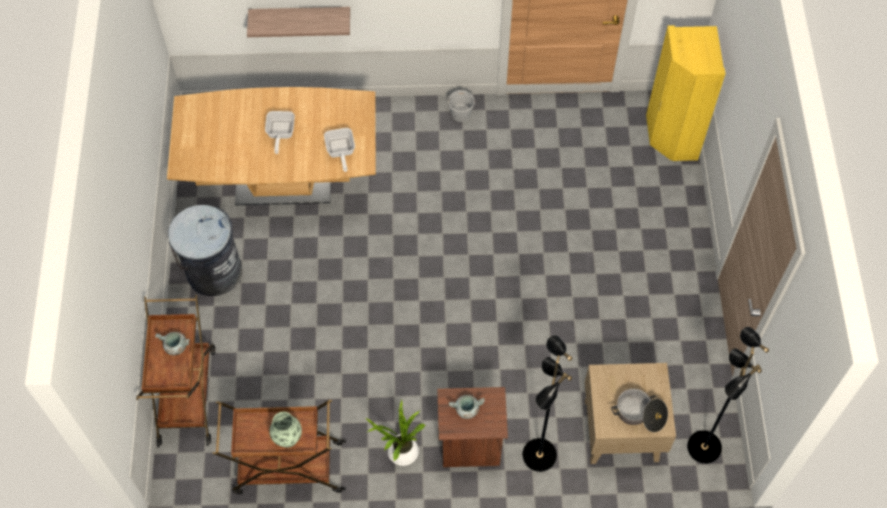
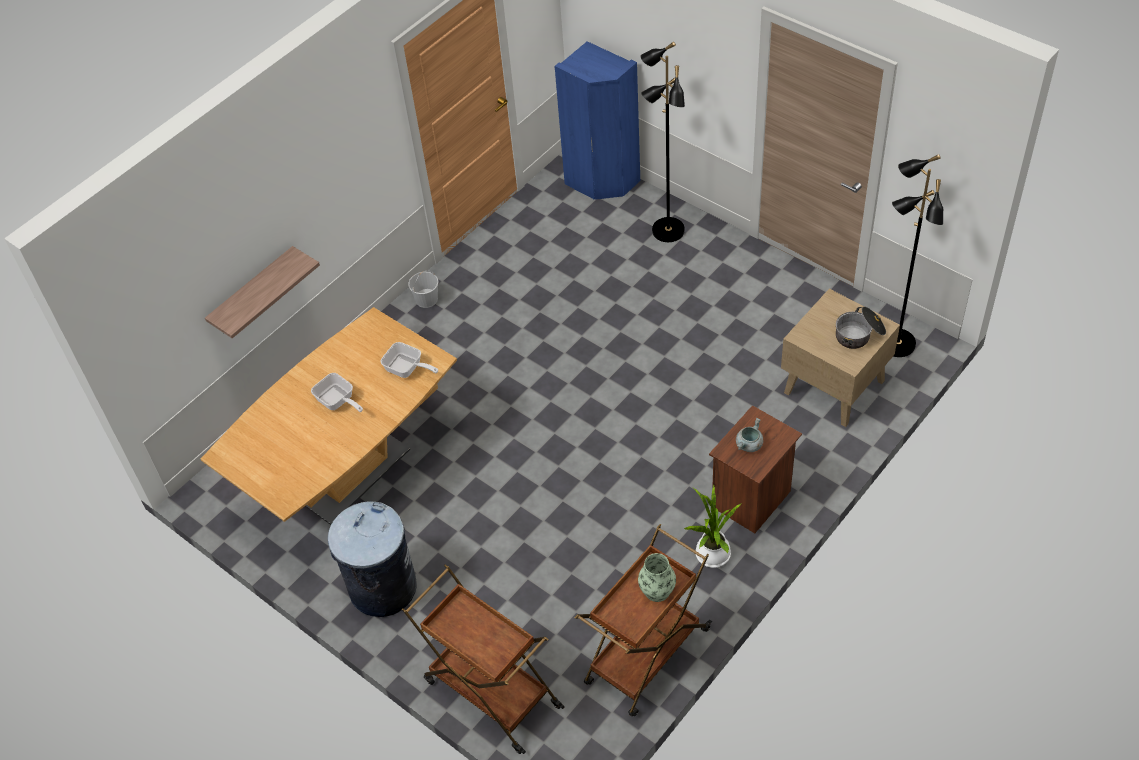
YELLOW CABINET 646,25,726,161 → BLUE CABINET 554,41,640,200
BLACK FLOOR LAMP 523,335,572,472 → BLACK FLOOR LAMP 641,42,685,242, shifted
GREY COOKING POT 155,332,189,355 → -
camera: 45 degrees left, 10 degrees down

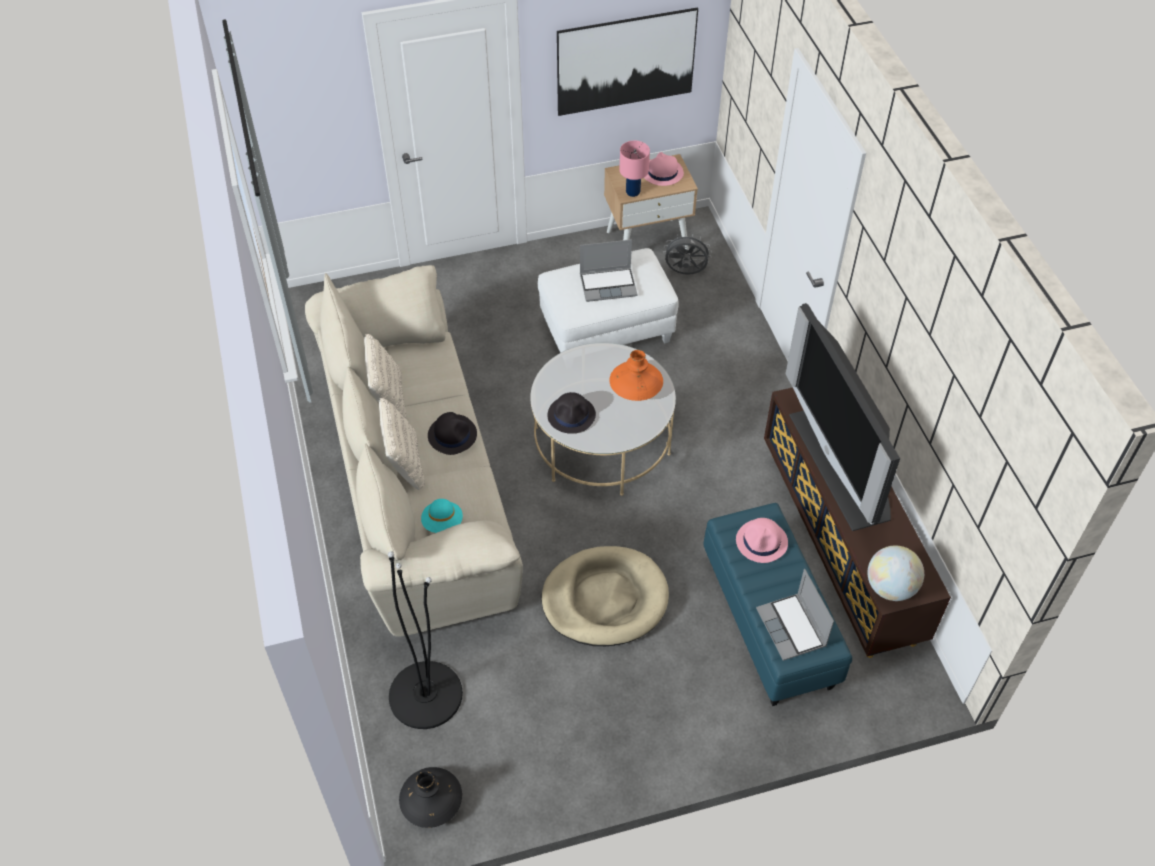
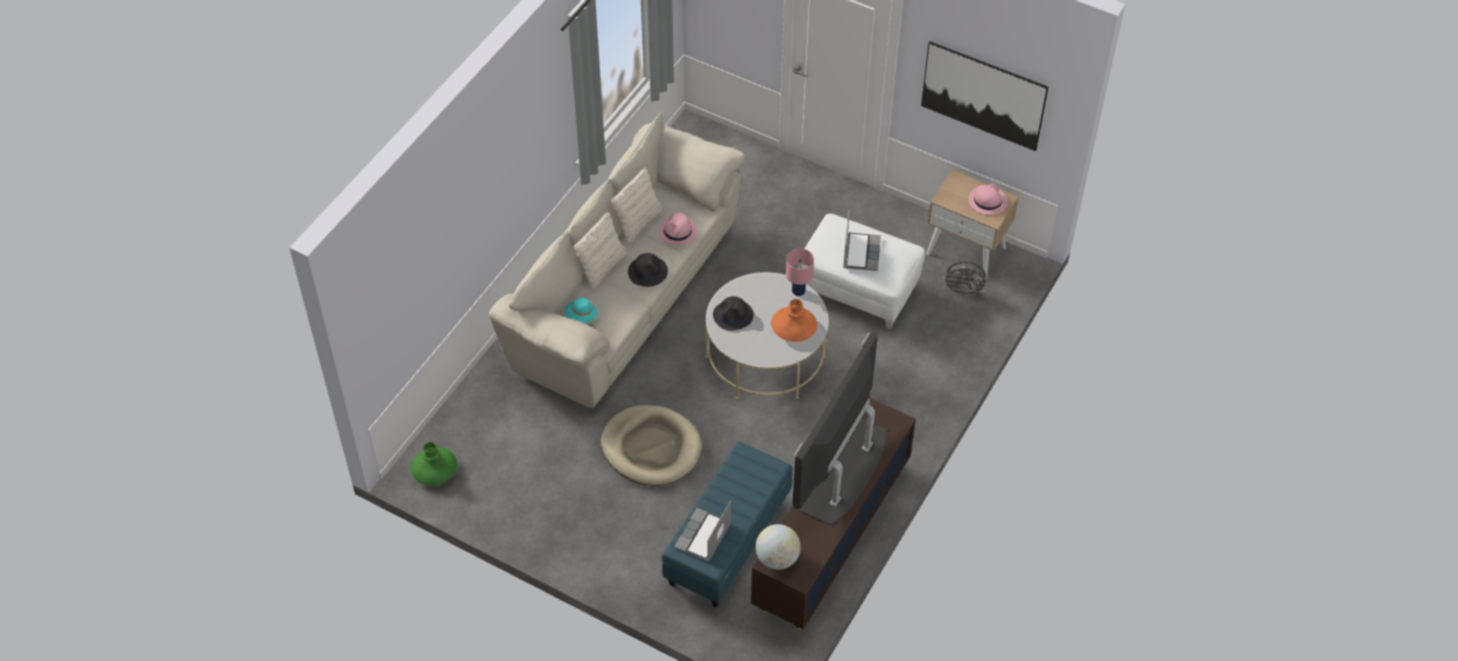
BLACK VASE 399,767,462,828 → GREEN VASE 411,442,457,485
PINK HAT 736,518,788,563 → PINK HAT 658,213,697,245, shifted
PINK TABLE LAMP 619,141,650,197 → PINK TABLE LAMP 786,248,814,296, shifted
LAPTOP 580,239,637,302 → LAPTOP 843,210,881,271, 120 degrees counterclockwise
GREY FAN 663,233,712,275 → GREY FAN 942,262,988,298, 135 degrees clockwise
BLACK FLOOR LAMP 388,551,463,729 → -
camera: 45 degrees right, 0 degrees up

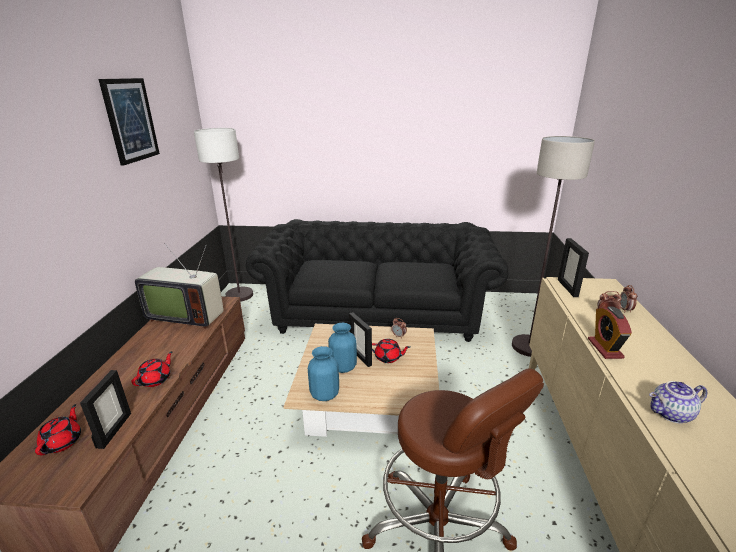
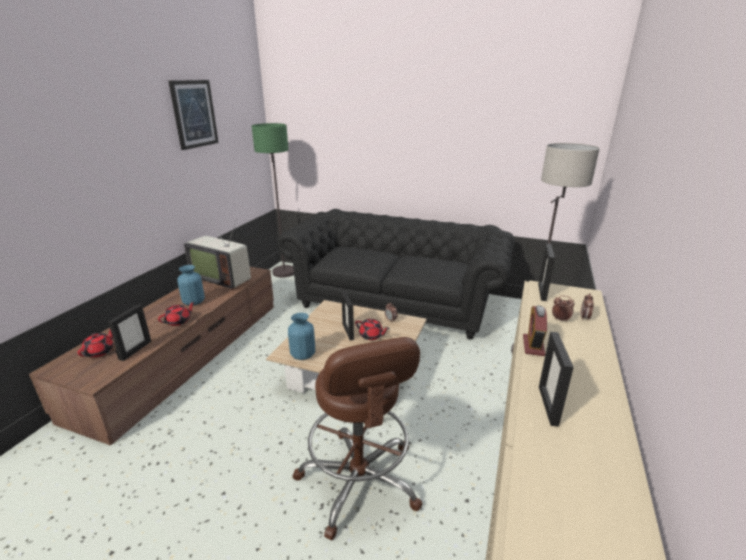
BLUE VASE 328,323,357,373 → BLUE VASE 177,265,205,306, shifted
WHITE FLOOR LAMP 194,128,253,302 → GREEN FLOOR LAMP 252,123,294,278
TEAPOT 649,381,707,423 → PICTURE FRAME 539,332,574,427
camera: 15 degrees right, 0 degrees up

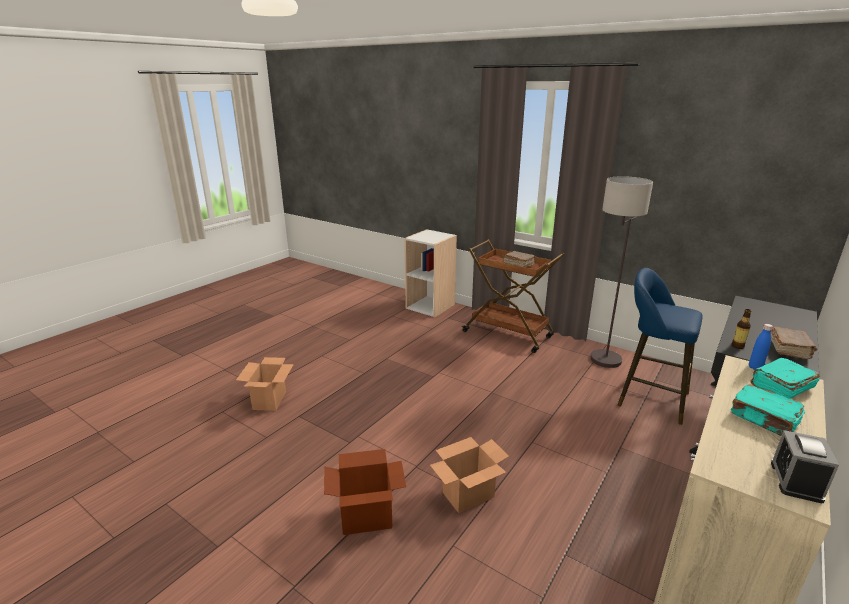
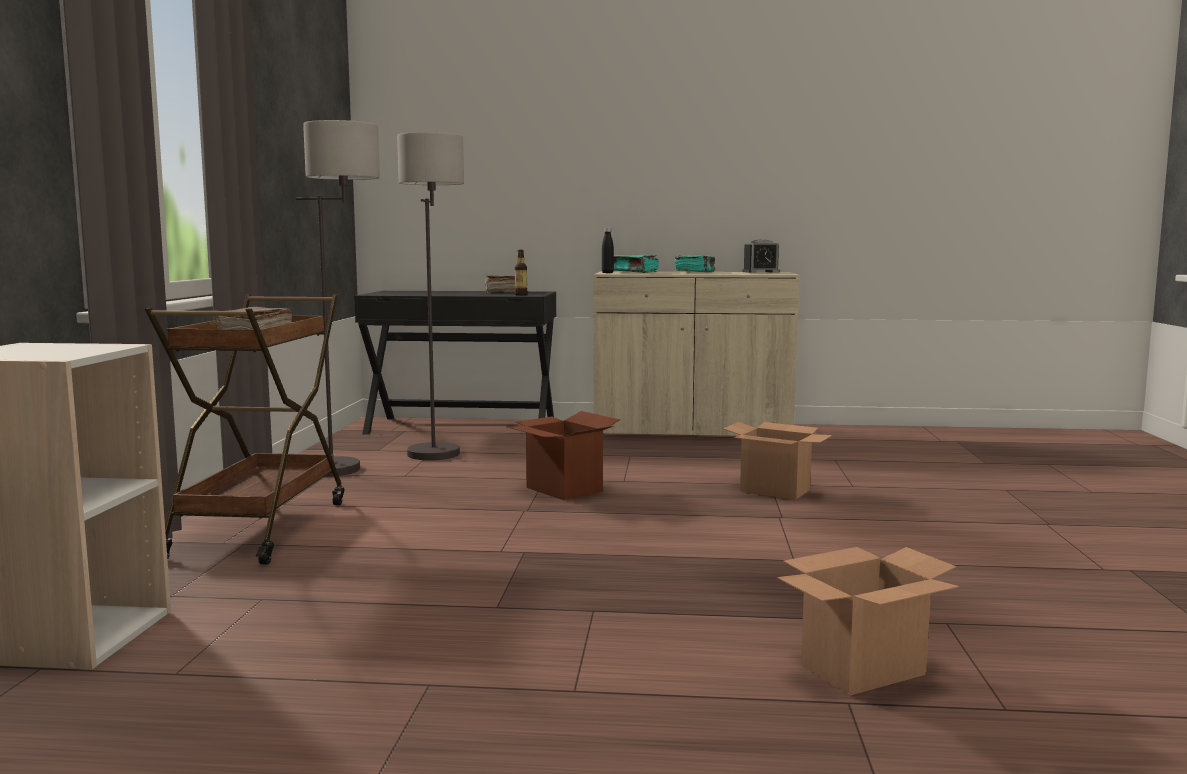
BLUE STOOL 618,268,702,425 → GREY FLOOR LAMP 397,132,464,460
CARDBOARD BOX 324,449,406,535 → CARDBOARD BOX 507,411,620,500, shifted
BLUE BOTTLE 749,324,773,370 → BLACK BOTTLE 602,227,614,273
camera: 120 degrees left, 15 degrees down

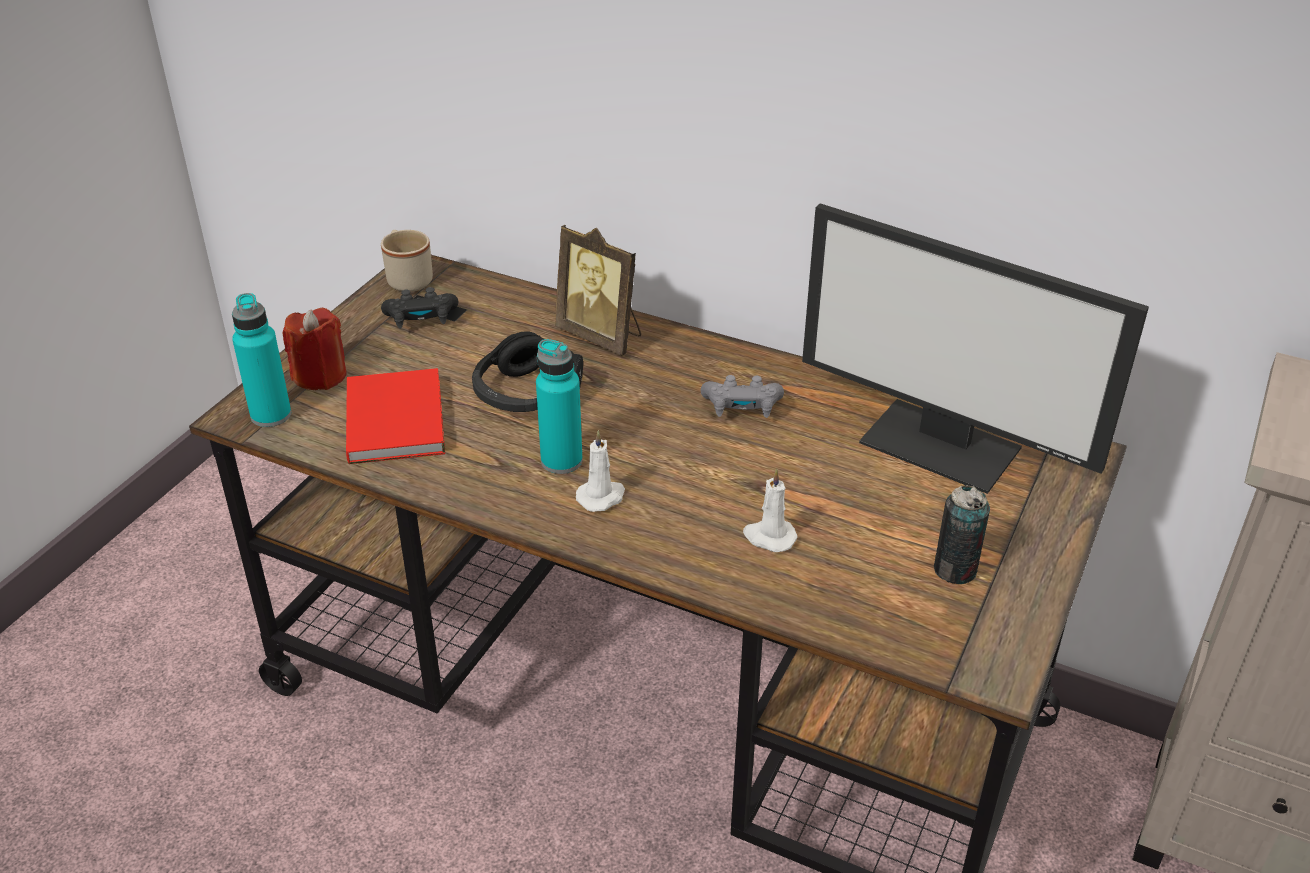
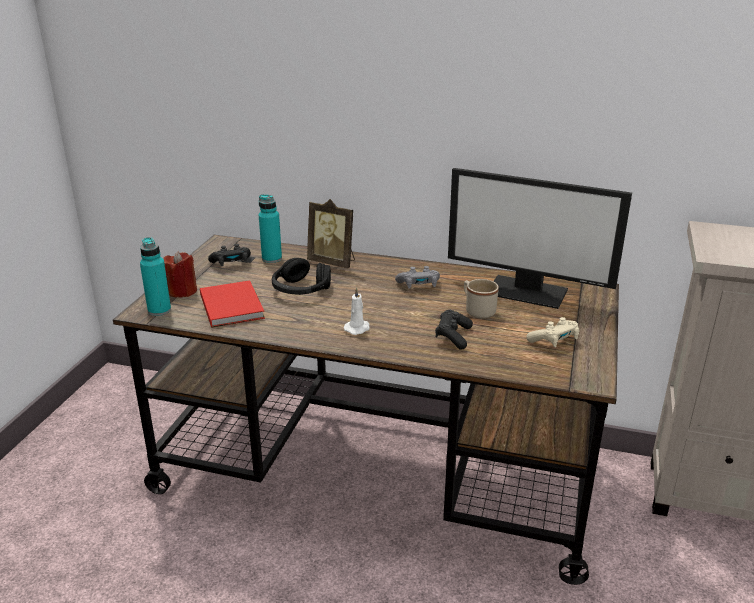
TURQUOISE BOTTLE 536,339,583,474 → TURQUOISE BOTTLE 259,194,282,263, shifted
WHITE CANDLE 743,469,798,552 → BLACK GAME CONTROLLER 435,310,473,350
BEIGE MUG 381,230,433,292 → BEIGE MUG 464,279,499,319, shifted
CAN 934,485,990,584 → BEIGE GAME CONTROLLER 526,317,580,347
camera: 10 degrees left, 10 degrees down

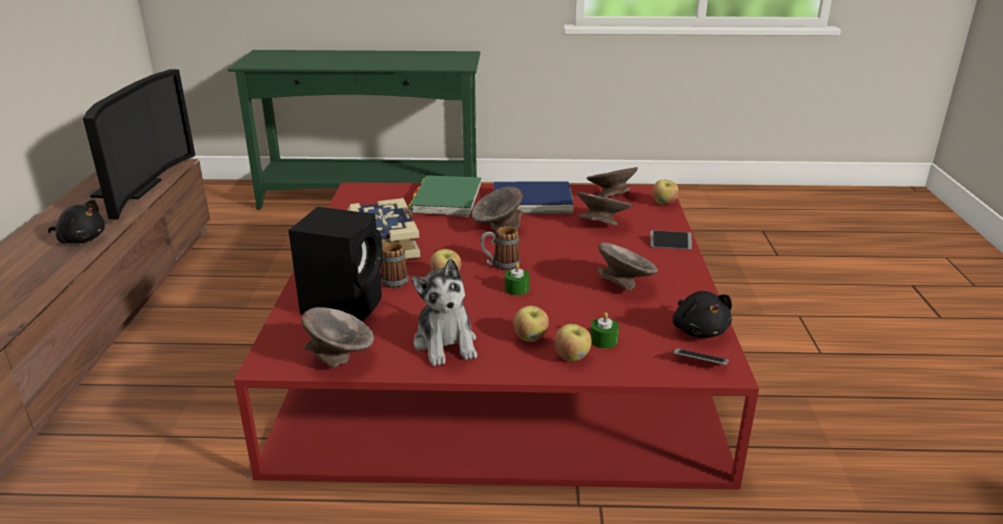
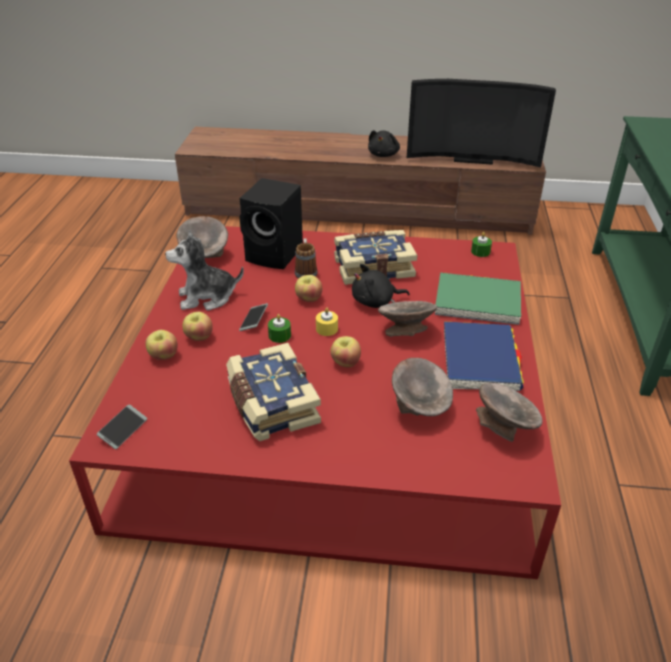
GREY BOWL 597,242,658,291 → BOOK 226,343,321,441
PHONE 650,230,692,250 → PHONE 239,303,268,331, shifted
MUG 481,226,520,270 → YELLOW CANDLE 316,307,338,336
APPLE 653,180,679,205 → APPLE 330,336,361,368, shifted
BLACK PLUSH TOY 673,291,732,338 → BLACK PLUSH TOY 352,264,409,308, shifted
GREEN CANDLE 590,312,619,348 → GREEN CANDLE 471,232,492,257, shifted
camera: 95 degrees right, 10 degrees up

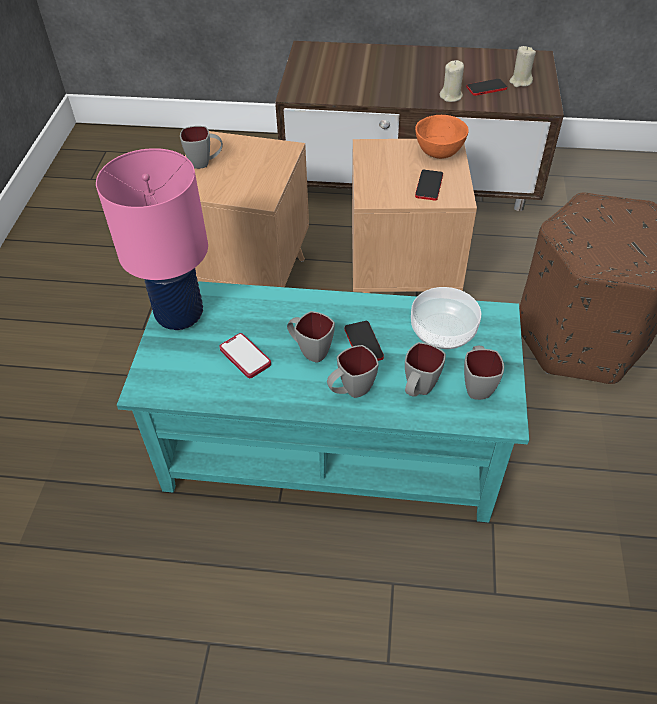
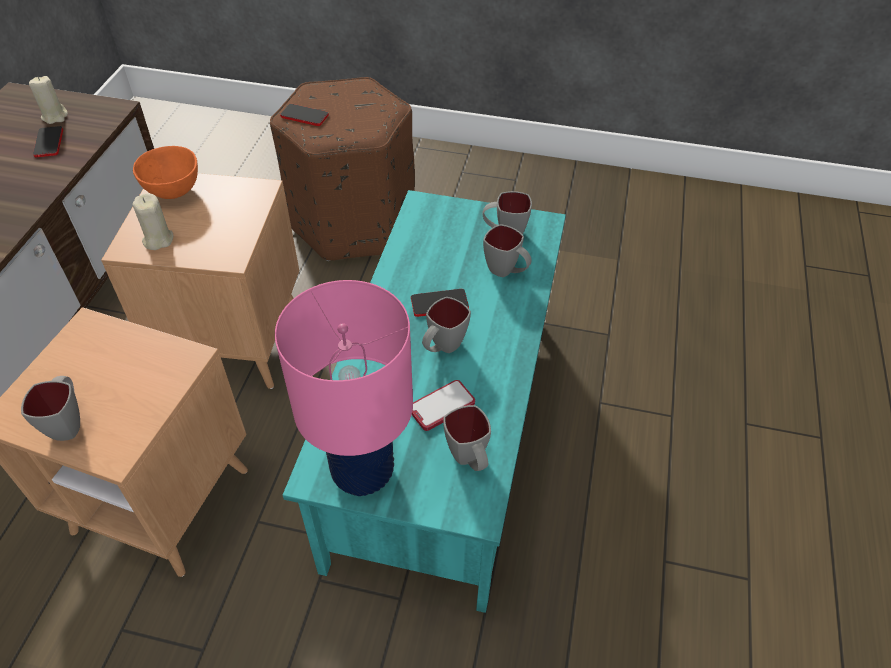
BEIGE CANDLE 440,60,464,102 → BEIGE CANDLE 133,193,174,250, shifted
PHONE 415,170,443,201 → PHONE 280,104,329,126, shifted
GREY MUG 327,345,379,398 → GREY MUG 443,405,491,471, shifted
BOWL 411,287,481,349 → -
camera: 85 degrees left, 0 degrees up

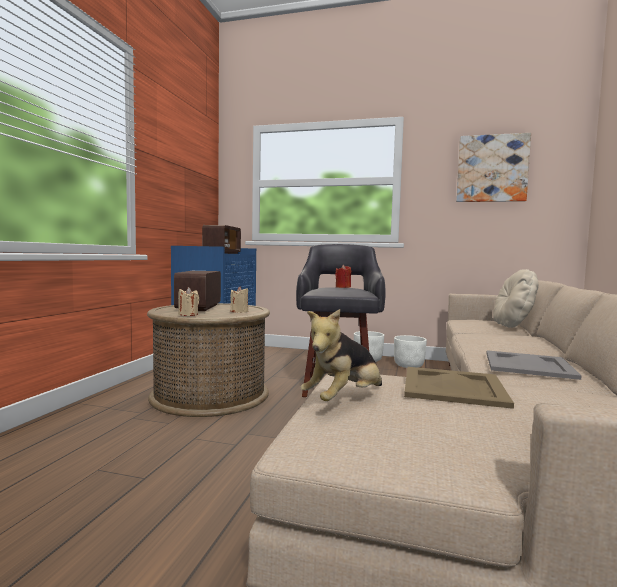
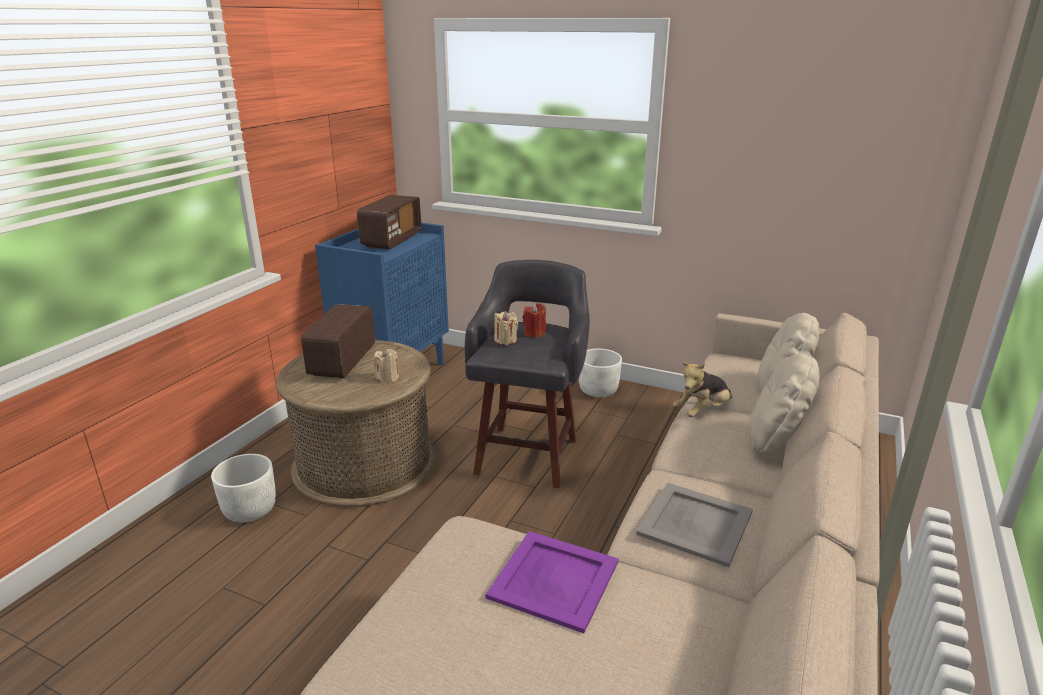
WHITE PLANTER 394,335,427,368 → WHITE PLANTER 211,454,276,522, shifted
BEIGE TRAY 404,367,514,409 → PURPLE TRAY 486,531,618,633
BEIGE CANDLE 178,287,199,316 → BEIGE CANDLE 494,311,518,345, shifted
PLUSH TOY 301,309,382,401 → PLUSH TOY 673,362,732,417, shifted
- → BEIGE PILLOW 749,354,820,453
PICTURE 456,133,531,202 → -
camera: 10 degrees right, 20 degrees up

